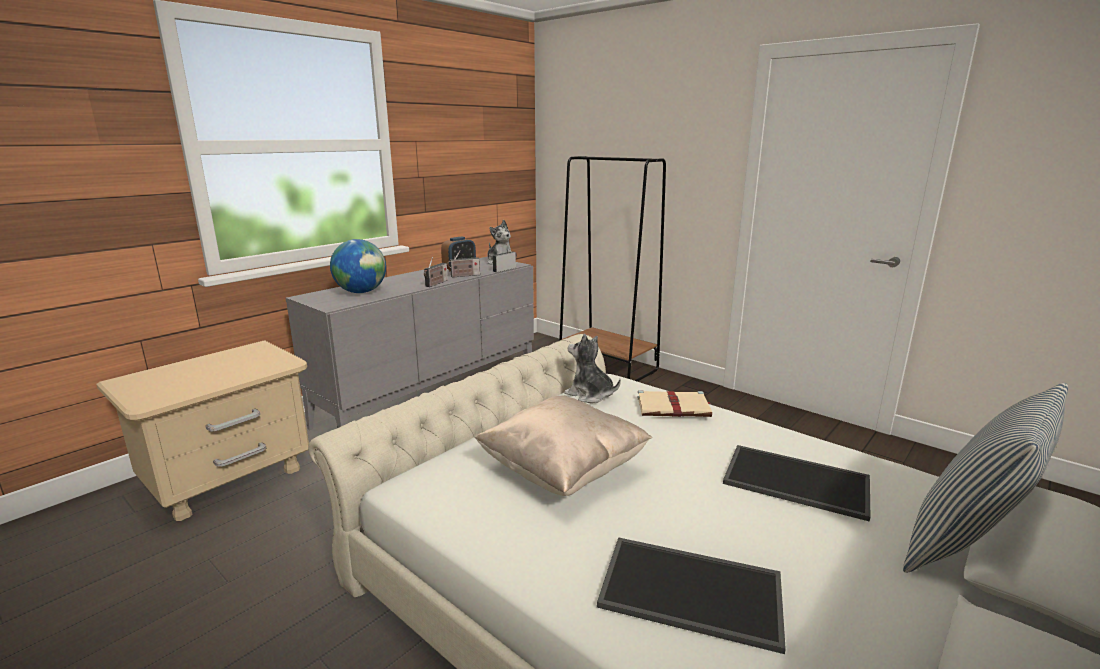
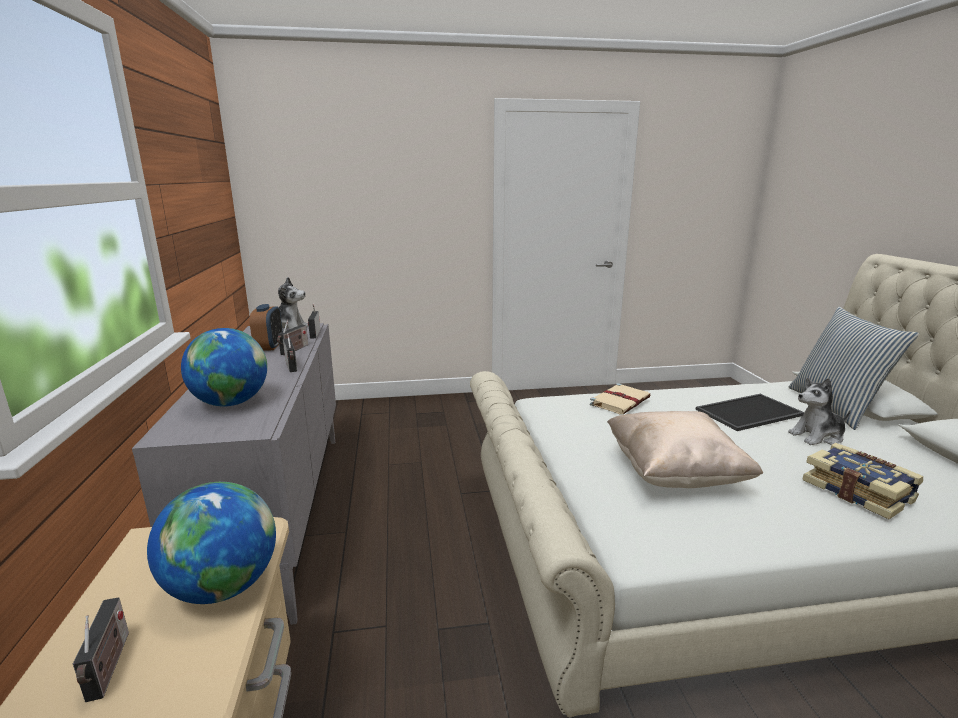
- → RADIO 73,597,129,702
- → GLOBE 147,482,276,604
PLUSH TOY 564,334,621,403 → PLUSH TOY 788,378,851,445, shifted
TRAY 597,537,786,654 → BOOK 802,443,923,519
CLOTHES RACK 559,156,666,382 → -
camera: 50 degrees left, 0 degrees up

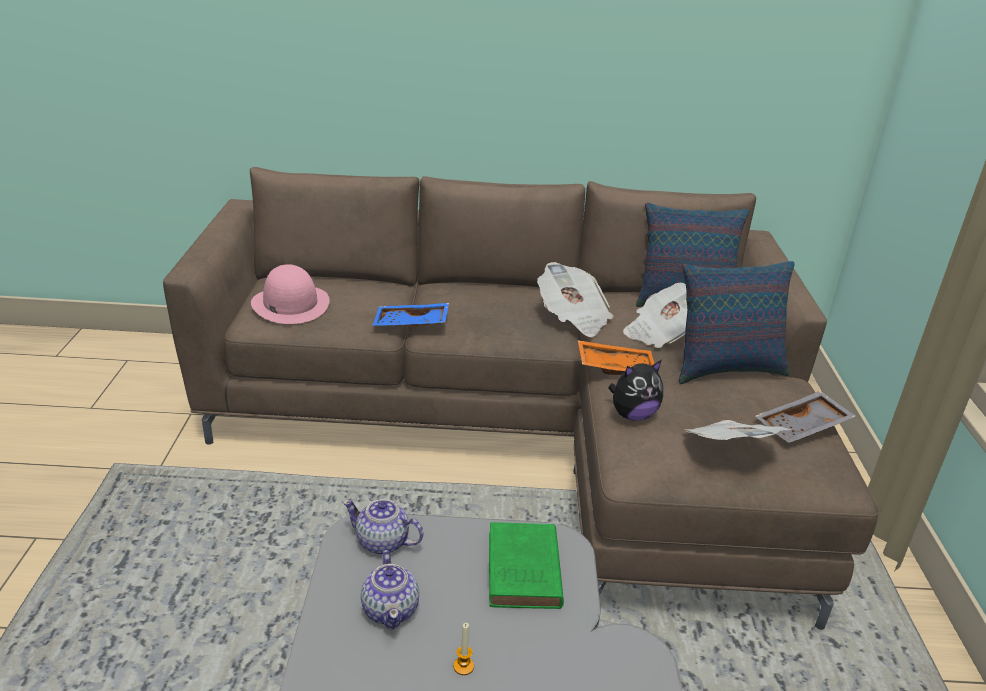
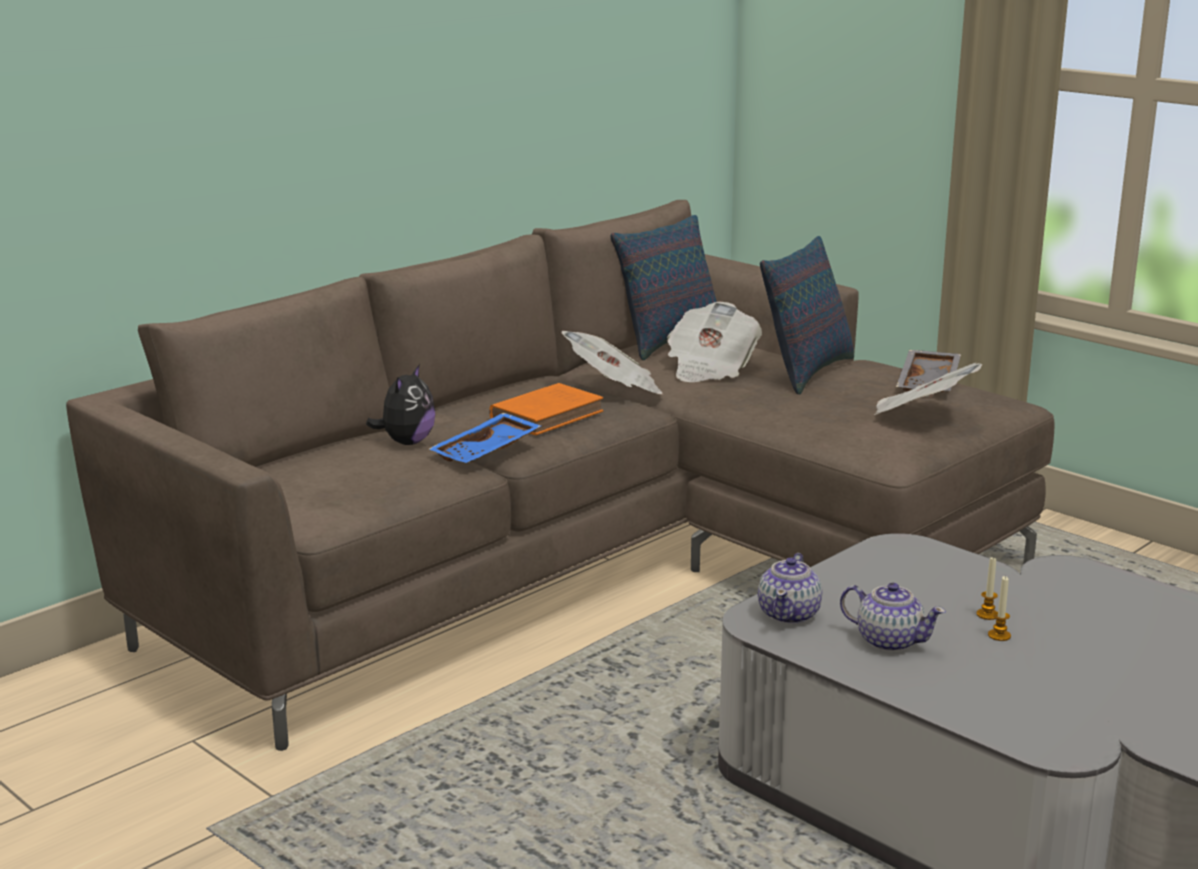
PLUSH TOY 608,360,663,421 → PLUSH TOY 366,364,435,445, shifted
- → ORANGE BOOK 490,383,603,435
TEAPOT 342,499,424,555 → TEAPOT 758,553,822,624, 45 degrees counterclockwise
- → CANDLE 976,556,998,620
PINK HAT 251,264,330,324 → -
GREEN BOOK 489,522,564,609 → -
ORANGE TRAY 578,340,655,375 → -
camera: 45 degrees left, 10 degrees down

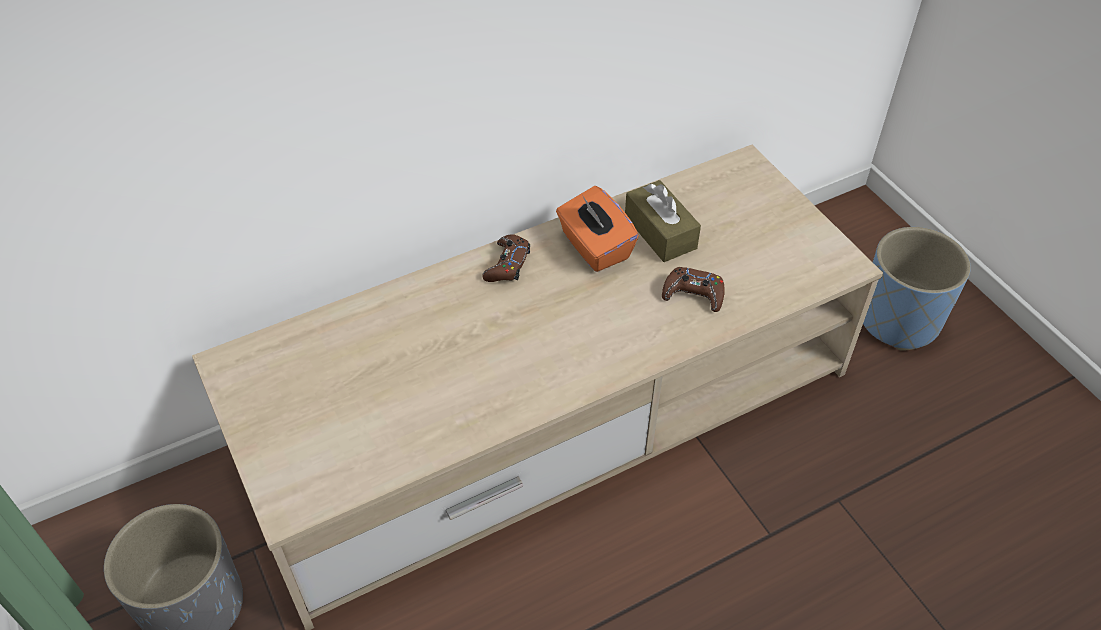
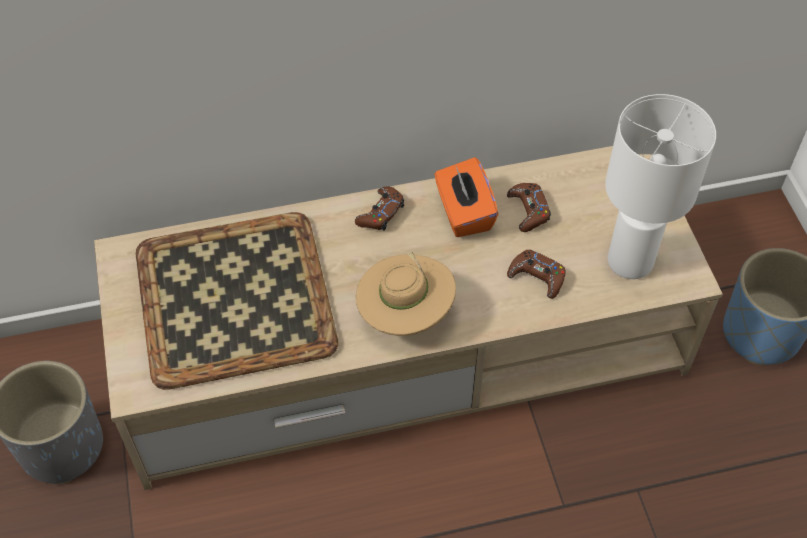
- → TRAY 136,212,338,390
- → BEIGE HAT 356,252,456,336
BROWN TISSUE BOX 625,180,701,262 → BROWN GAME CONTROLLER 507,183,551,232
- → WHITE TABLE LAMP 605,94,716,279
camera: 15 degrees right, 5 degrees up

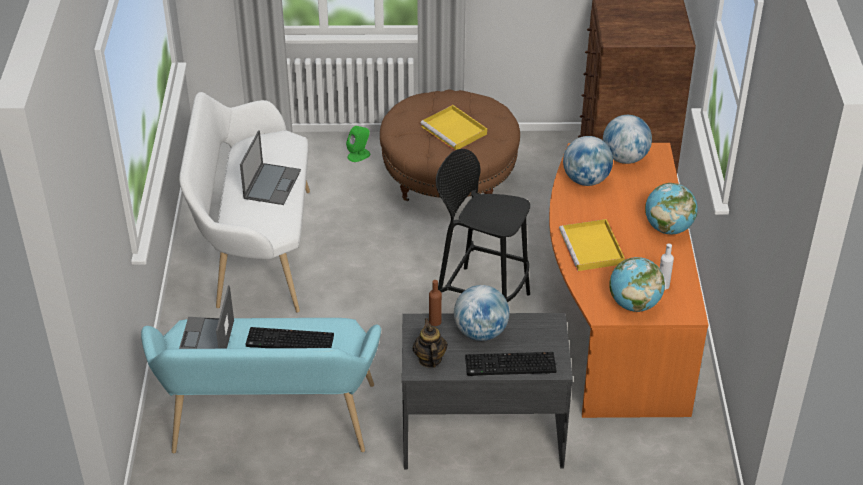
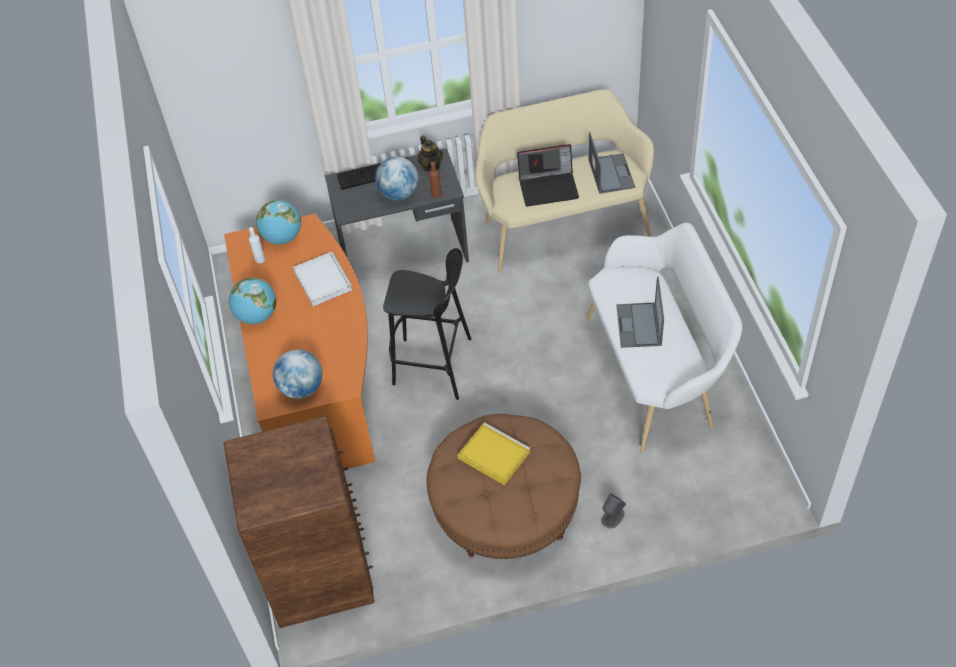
YELLOW TRAY 559,219,625,271 → WHITE TRAY 293,252,353,307
TURQUOISE BENCH 141,318,381,453 → BEIGE BENCH 475,89,654,272
KEYBOARD 246,327,334,348 → LAPTOP 517,144,579,206
GREEN SPEAKER 346,126,370,162 → GREY SPEAKER 601,493,626,529
GLOBE 563,136,613,186 → -
camera: 170 degrees right, 10 degrees up

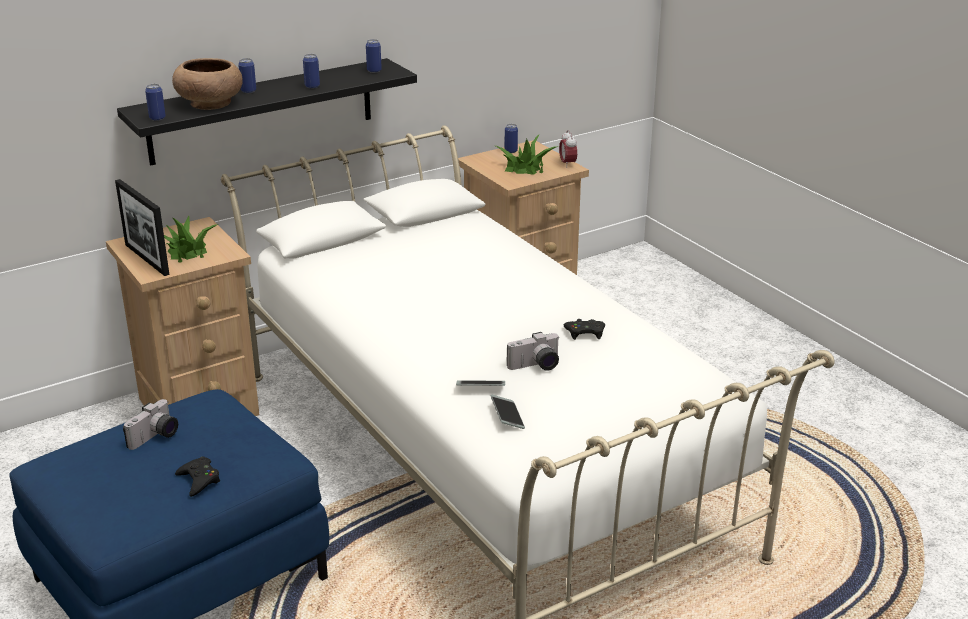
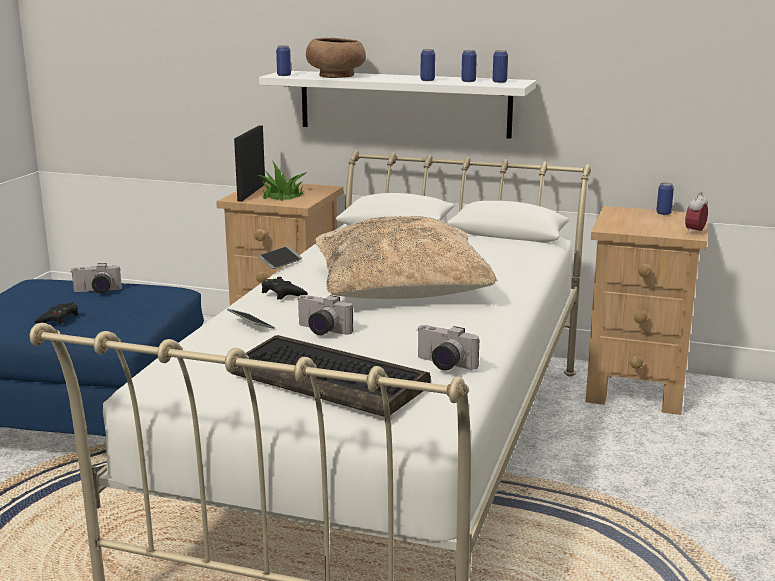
- → KEYBOARD 231,335,431,417
PHONE 491,395,525,429 → PHONE 258,246,302,269, shifted
BLACK SHELF 117,58,417,166 → WHITE SHELF 259,71,536,139
BLACK GAME CONTROLLER 564,319,605,340 → BLACK GAME CONTROLLER 261,277,308,300, shifted
- → BEIGE PILLOW 314,216,497,299
- → PHOTO CAMERA 417,325,479,371
CAN 238,58,256,93 → CAN 461,50,477,82, shifted
POTTED PLANT 496,135,559,175 → -
camera: 50 degrees right, 10 degrees down

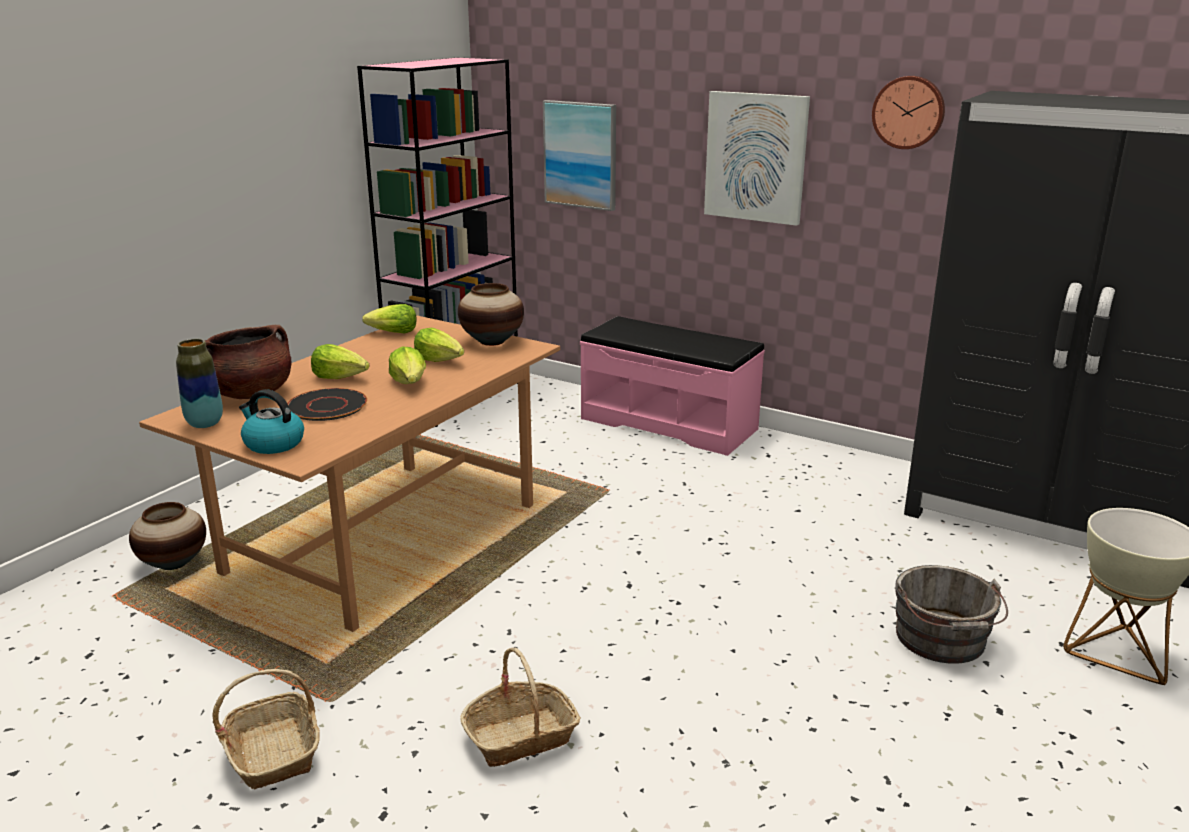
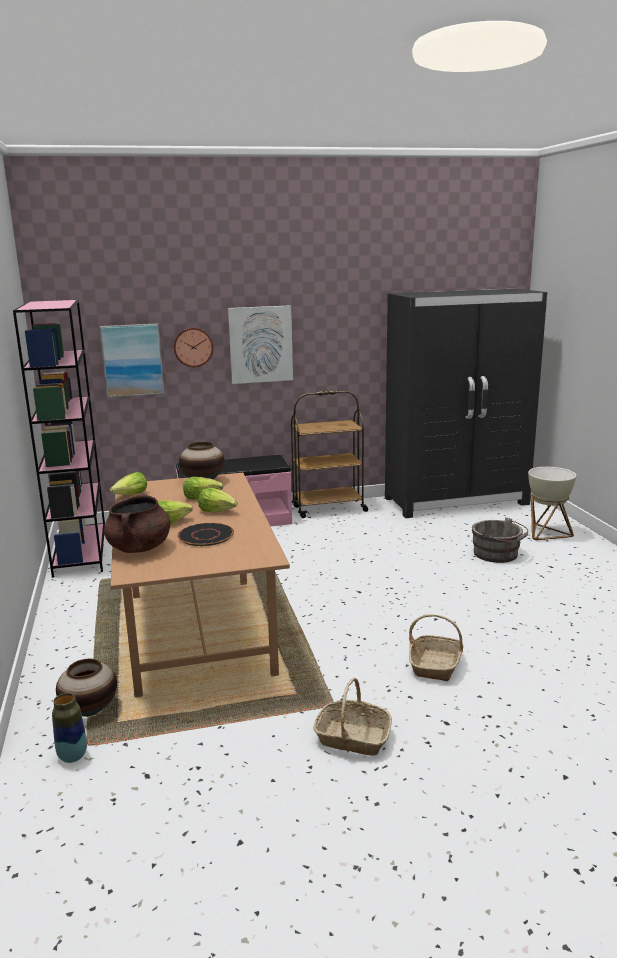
VASE 176,339,223,428 → VASE 52,693,87,763, shifted
WALL CLOCK 872,76,945,149 → WALL CLOCK 173,327,213,367, shifted
- → BROWN CART 291,390,368,518
KETTLE 239,389,304,454 → -
camera: 45 degrees left, 5 degrees down

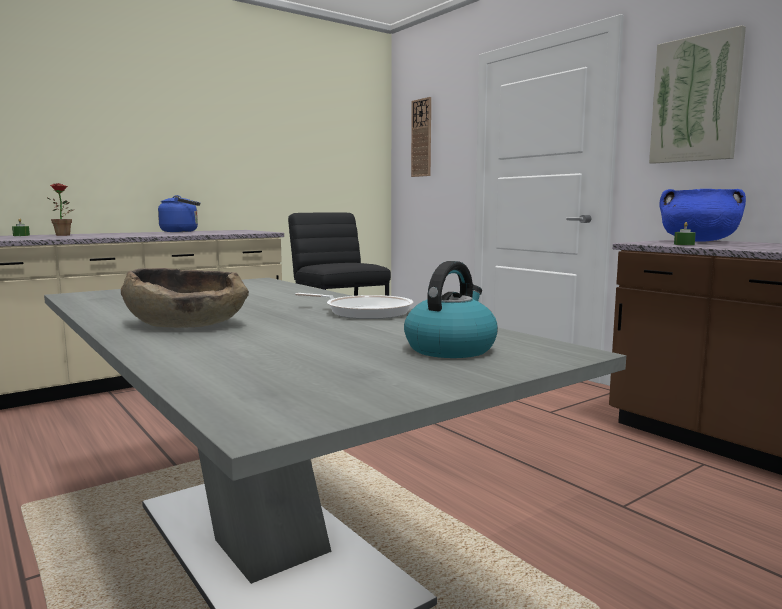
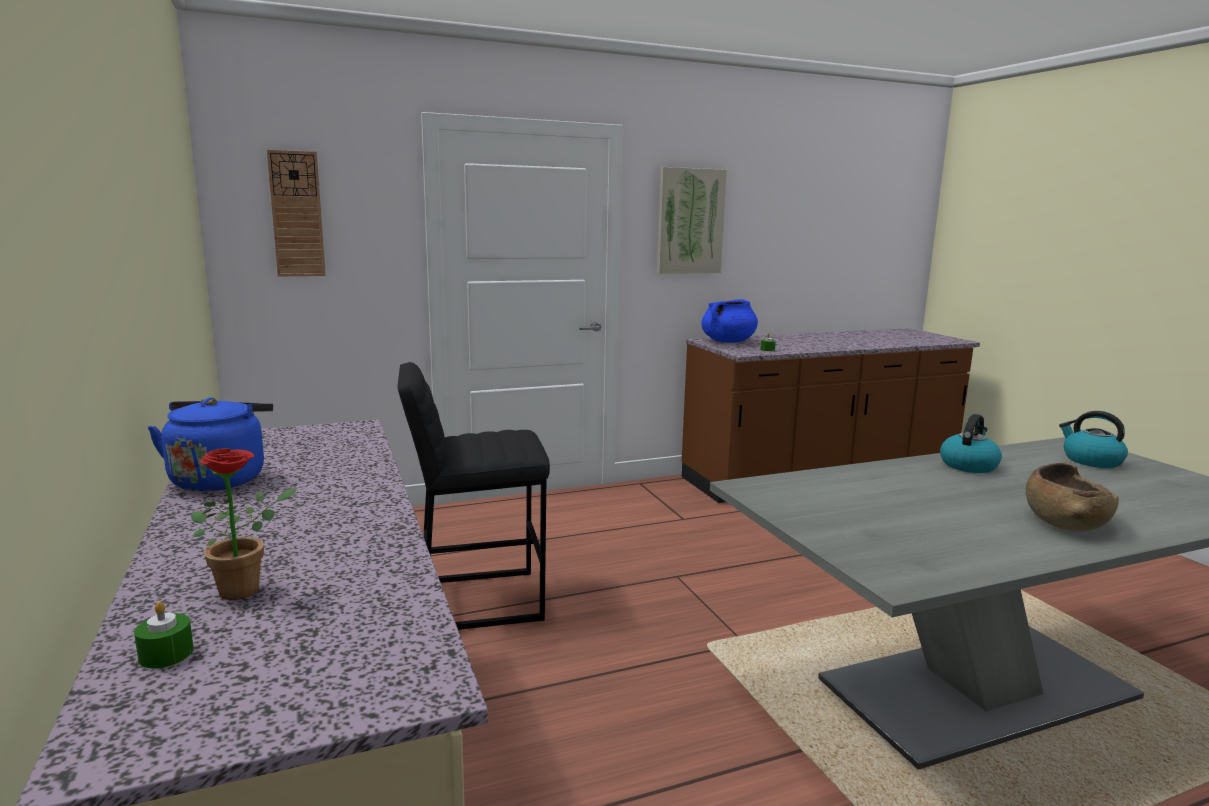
FRYING PAN 295,293,414,319 → KETTLE 940,414,1002,473
camera: 75 degrees left, 5 degrees up

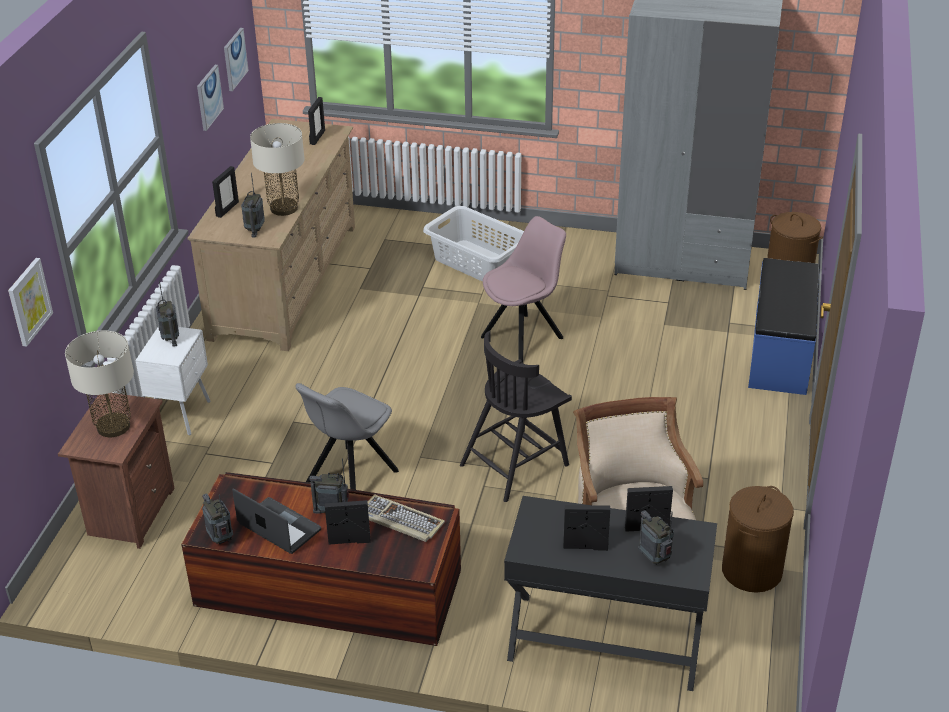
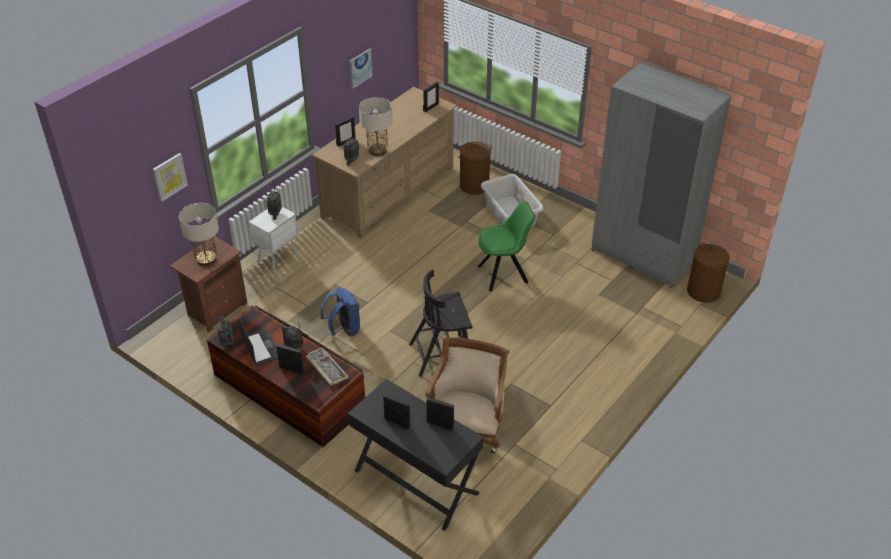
GREY CHAIR 295,383,399,490 → BLUE BACKPACK 321,287,360,336
BROWN LAUNDRY BASKET 722,486,794,593 → BROWN LAUNDRY BASKET 458,142,492,195, shifted
PINK CHAIR 481,216,566,363 → GREEN CHAIR 478,200,535,291
PICTURE 224,28,249,91 → -
RADIO 638,510,674,565 → -
BLUE BENCH 748,258,819,395 → -
camera: 25 degrees right, 5 degrees up

